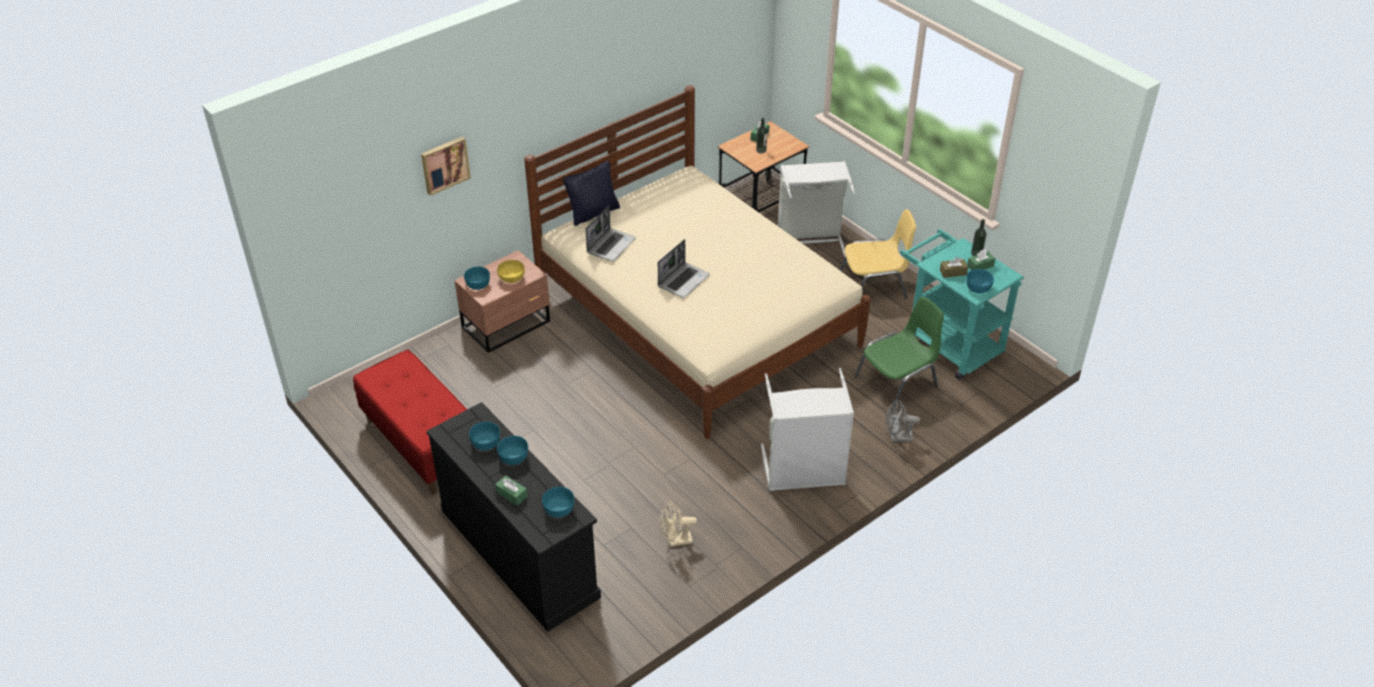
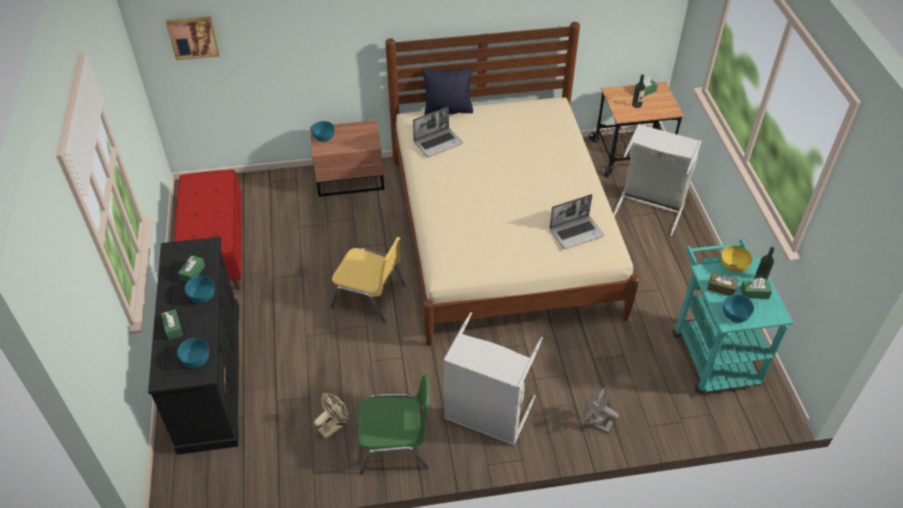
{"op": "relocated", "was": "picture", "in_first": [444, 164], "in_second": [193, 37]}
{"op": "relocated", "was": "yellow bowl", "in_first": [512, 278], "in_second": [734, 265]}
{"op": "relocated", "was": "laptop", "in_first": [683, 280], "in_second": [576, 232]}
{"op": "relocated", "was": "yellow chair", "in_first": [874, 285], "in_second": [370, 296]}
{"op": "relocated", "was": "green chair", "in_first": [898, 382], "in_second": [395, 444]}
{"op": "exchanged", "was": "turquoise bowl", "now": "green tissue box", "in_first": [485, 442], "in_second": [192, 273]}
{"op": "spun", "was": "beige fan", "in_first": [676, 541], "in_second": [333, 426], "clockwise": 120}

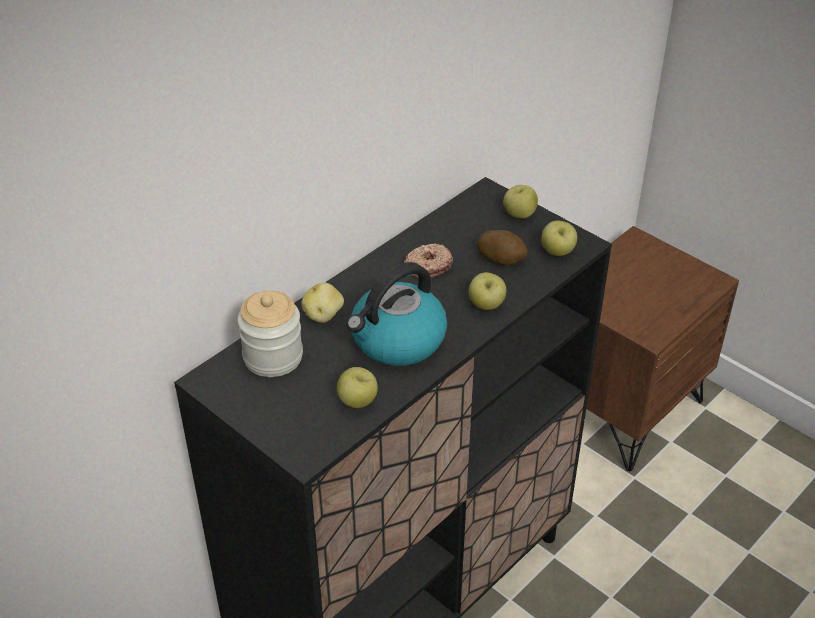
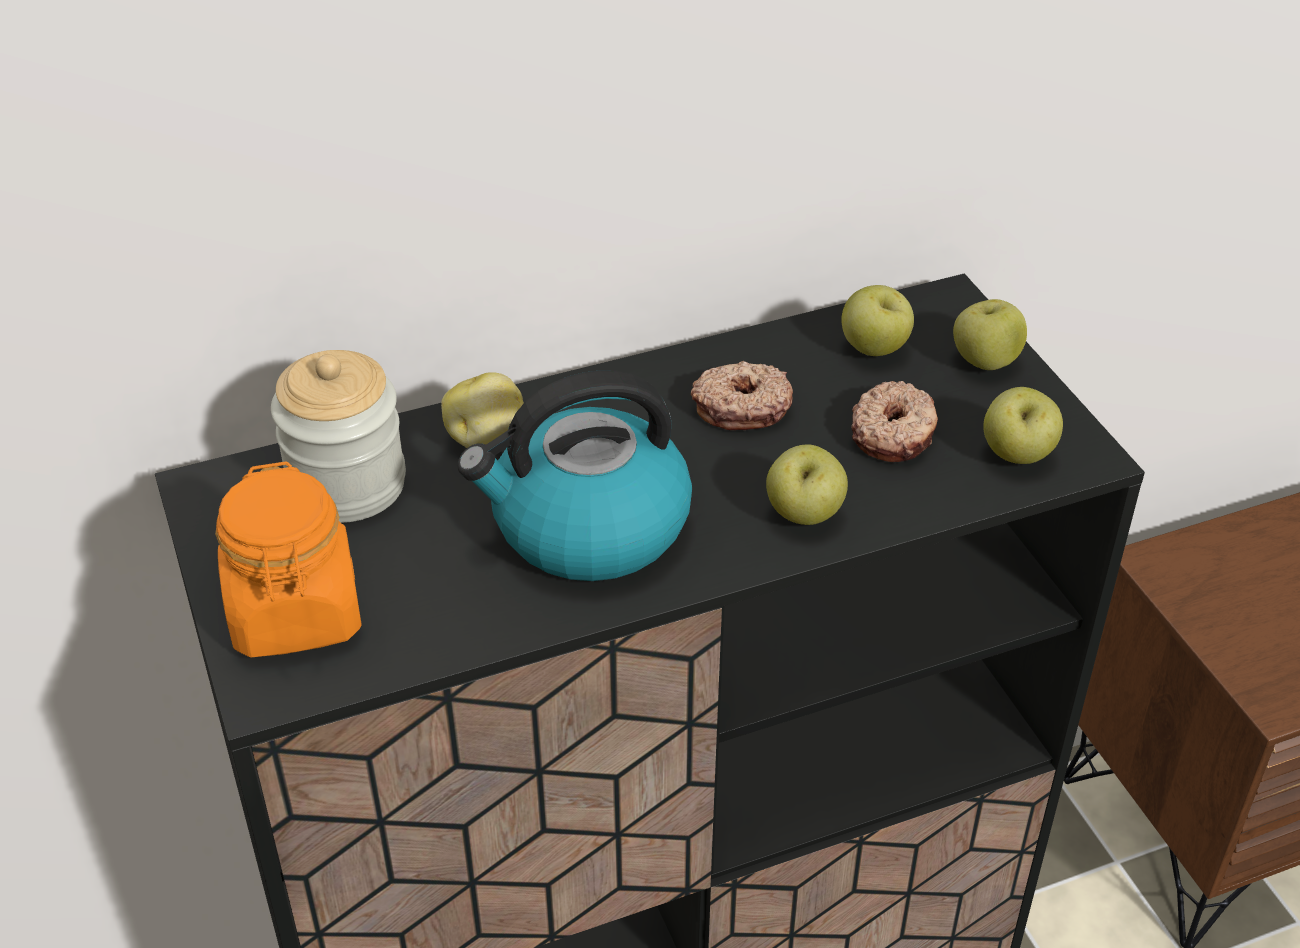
{"op": "appeared", "now": "orange jar", "in_second": [296, 613]}
{"op": "relocated", "was": "apple", "in_first": [357, 401], "in_second": [874, 349]}
{"op": "exchanged", "was": "potato", "now": "donut", "in_first": [501, 258], "in_second": [894, 434]}

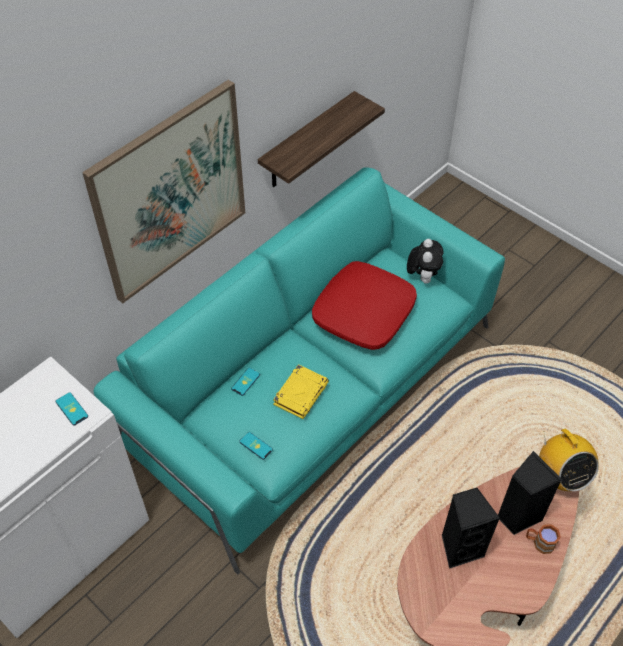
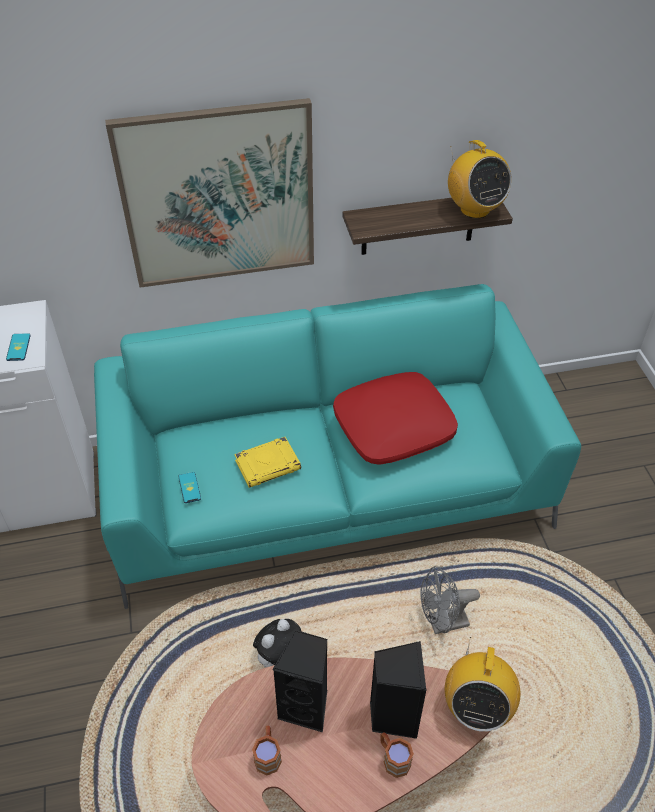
{"op": "missing", "was": "phone", "in_first": [245, 381]}
{"op": "appeared", "now": "brown mug", "in_second": [268, 754]}
{"op": "appeared", "now": "grey fan", "in_second": [442, 623]}
{"op": "appeared", "now": "radio", "in_second": [474, 209]}
{"op": "relocated", "was": "plush toy", "in_first": [422, 277], "in_second": [278, 656]}

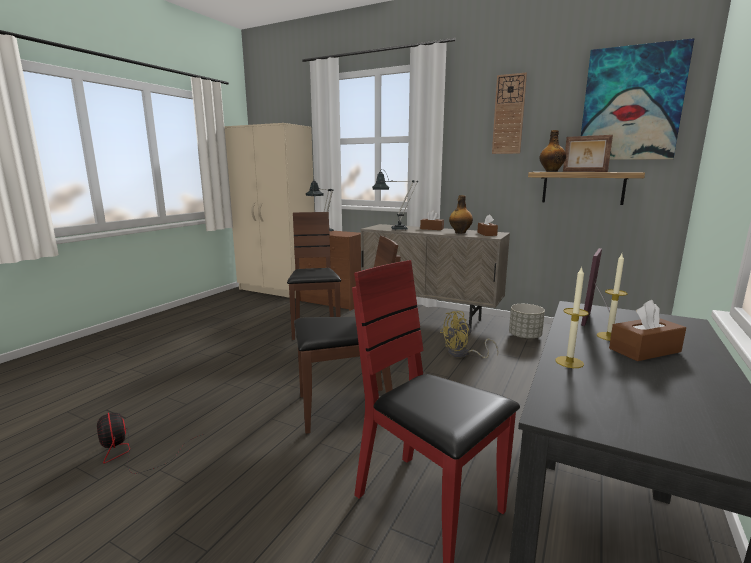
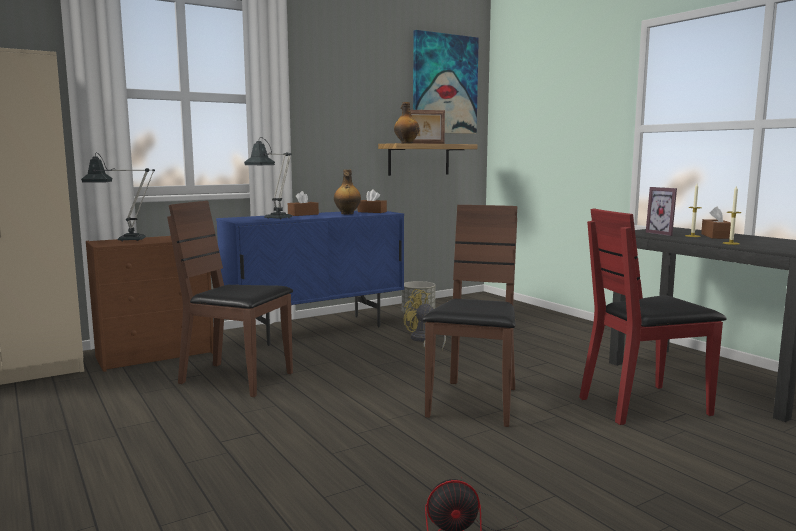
{"op": "missing", "was": "wall clock", "in_first": [509, 114]}
{"op": "colour", "was": "beige cabinet", "now": "blue cabinet", "in_first": [430, 319], "in_second": [316, 330]}
{"op": "spun", "was": "yellow fan", "in_first": [463, 354], "in_second": [422, 340], "clockwise": 120}

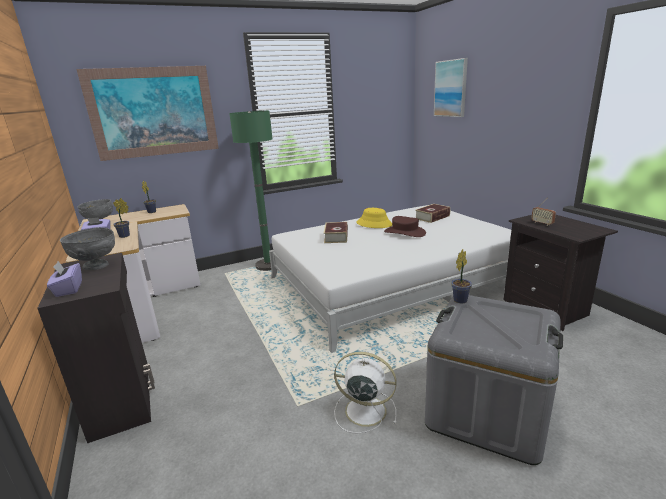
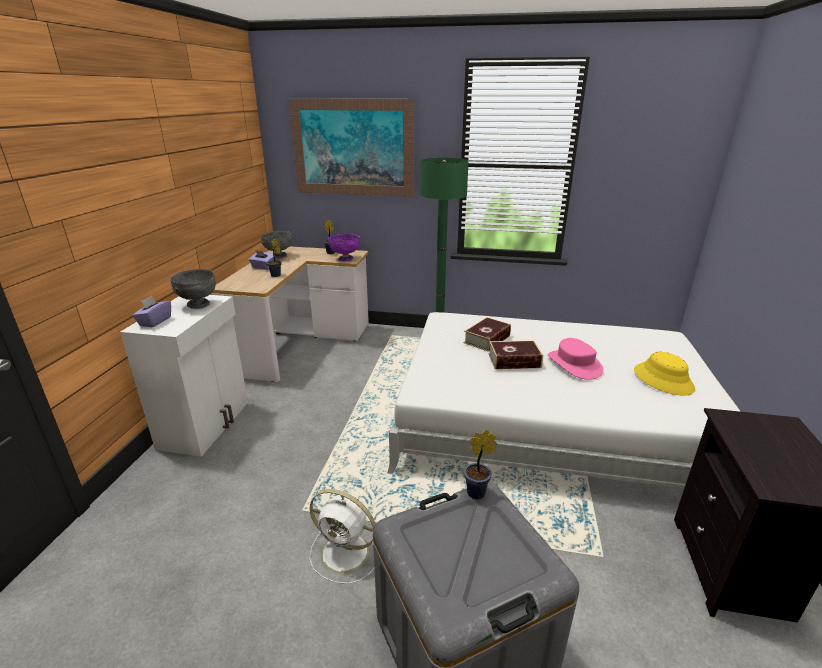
{"op": "missing", "was": "picture", "in_first": [450, 88]}
{"op": "missing", "was": "radio", "in_first": [542, 223]}
{"op": "appeared", "now": "purple bowl", "in_second": [345, 259]}
{"op": "relocated", "was": "yellow hat", "in_first": [374, 224], "in_second": [663, 379]}
{"op": "relocated", "was": "book", "in_first": [432, 217], "in_second": [514, 361]}
{"op": "colour", "was": "black cabinet", "now": "white cabinet", "in_first": [123, 397], "in_second": [206, 424]}
{"op": "colour", "was": "brown hat", "now": "pink hat", "in_first": [405, 232], "in_second": [574, 364]}
{"op": "spun", "was": "white fan", "in_first": [363, 410], "in_second": [347, 553], "clockwise": 150}

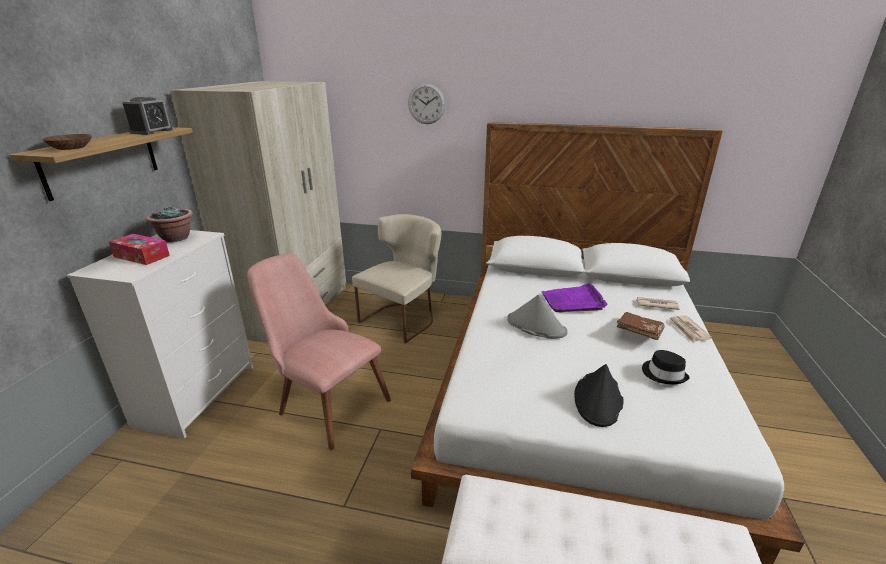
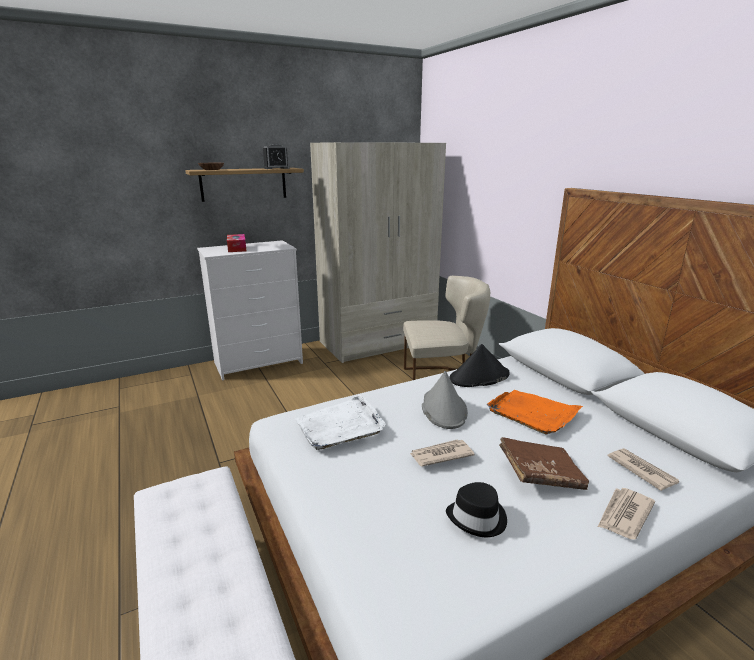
{"op": "missing", "was": "potted plant", "in_first": [175, 238]}
{"op": "missing", "was": "pink chair", "in_first": [325, 402]}
{"op": "missing", "was": "wall clock", "in_first": [426, 104]}
{"op": "appeared", "now": "white tray", "in_second": [340, 426]}
{"op": "appeared", "now": "newspaper", "in_second": [440, 455]}
{"op": "relocated", "was": "black hat", "in_first": [598, 399], "in_second": [479, 377]}
{"op": "colour", "was": "purple tray", "now": "orange tray", "in_first": [573, 301], "in_second": [533, 413]}

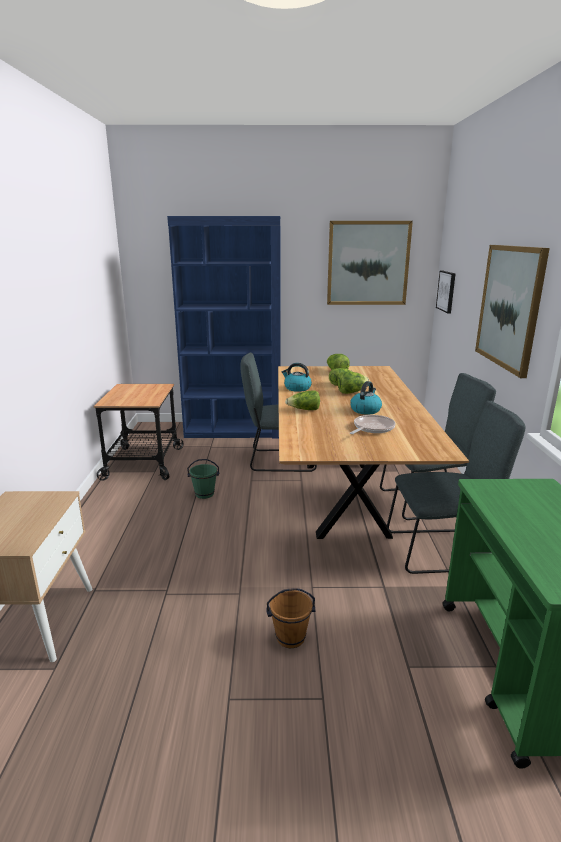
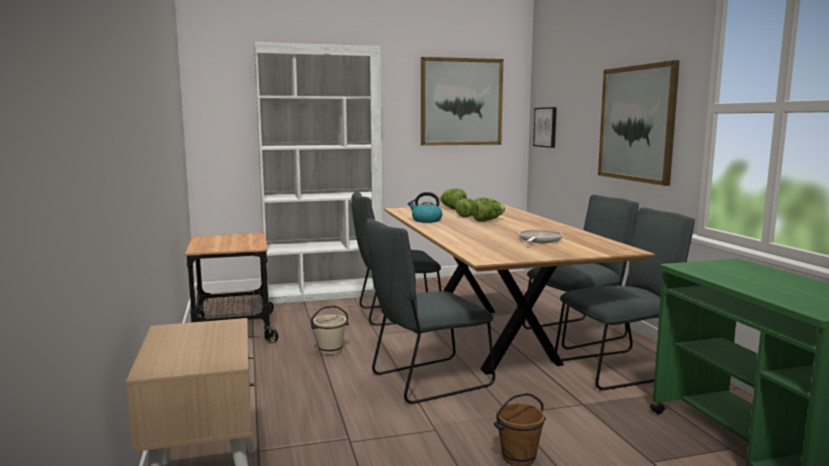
{"op": "missing", "was": "lettuce", "in_first": [304, 410]}
{"op": "missing", "was": "kettle", "in_first": [365, 410]}
{"op": "appeared", "now": "grey chair", "in_second": [426, 381]}
{"op": "colour", "was": "blue bookcase", "now": "white bookcase", "in_first": [234, 430], "in_second": [323, 293]}
{"op": "colour", "was": "green bucket", "now": "beige bucket", "in_first": [204, 494], "in_second": [330, 350]}

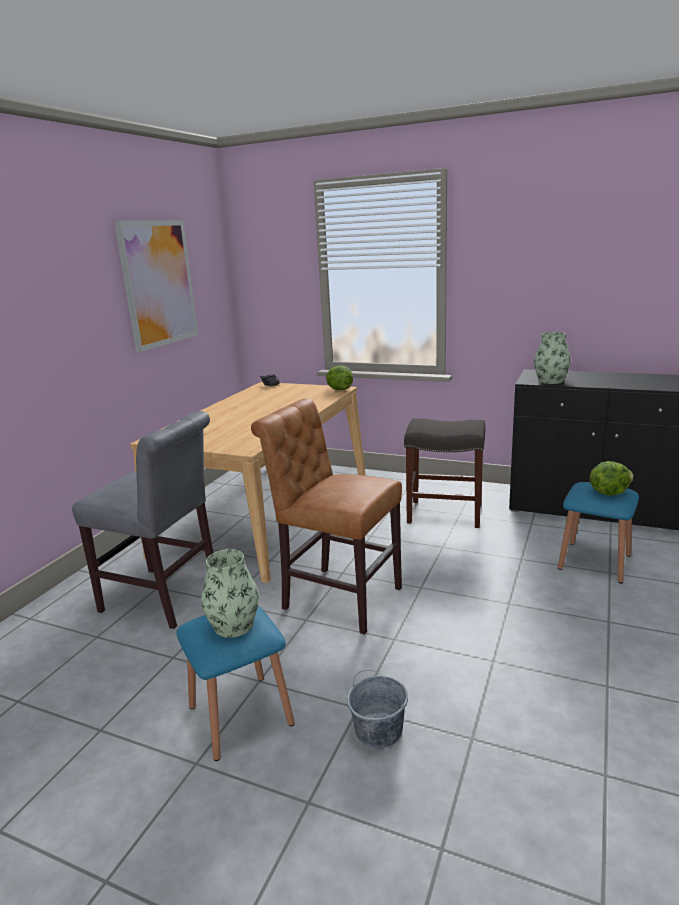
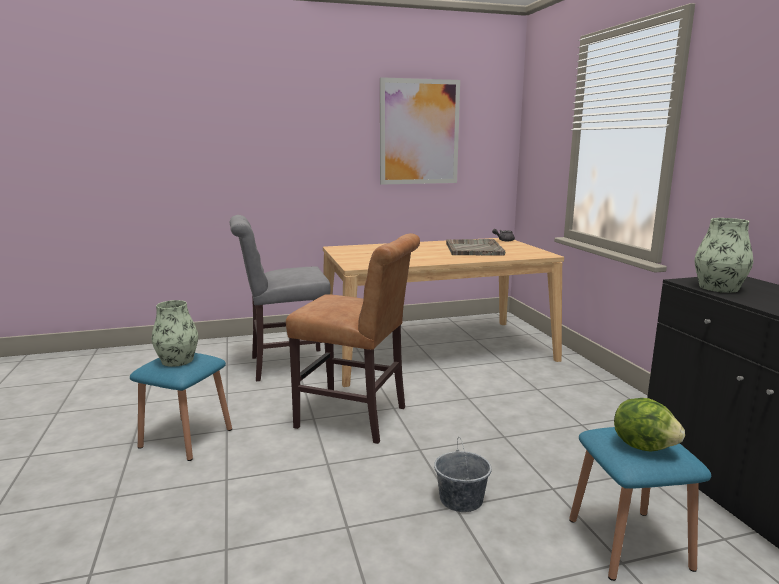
{"op": "missing", "was": "lettuce", "in_first": [339, 390]}
{"op": "missing", "was": "grey stool", "in_first": [446, 513]}
{"op": "appeared", "now": "grey tray", "in_second": [474, 249]}
{"op": "relocated", "was": "grey bucket", "in_first": [379, 730], "in_second": [461, 499]}
{"op": "spun", "was": "grey chair", "in_first": [166, 599], "in_second": [284, 365], "clockwise": 90}
{"op": "spun", "was": "brown chair", "in_first": [336, 597], "in_second": [357, 419], "clockwise": 120}

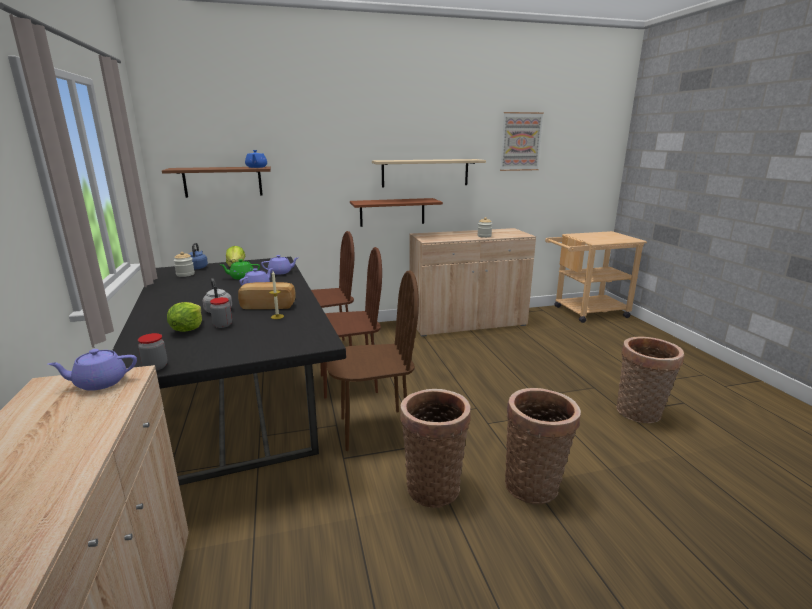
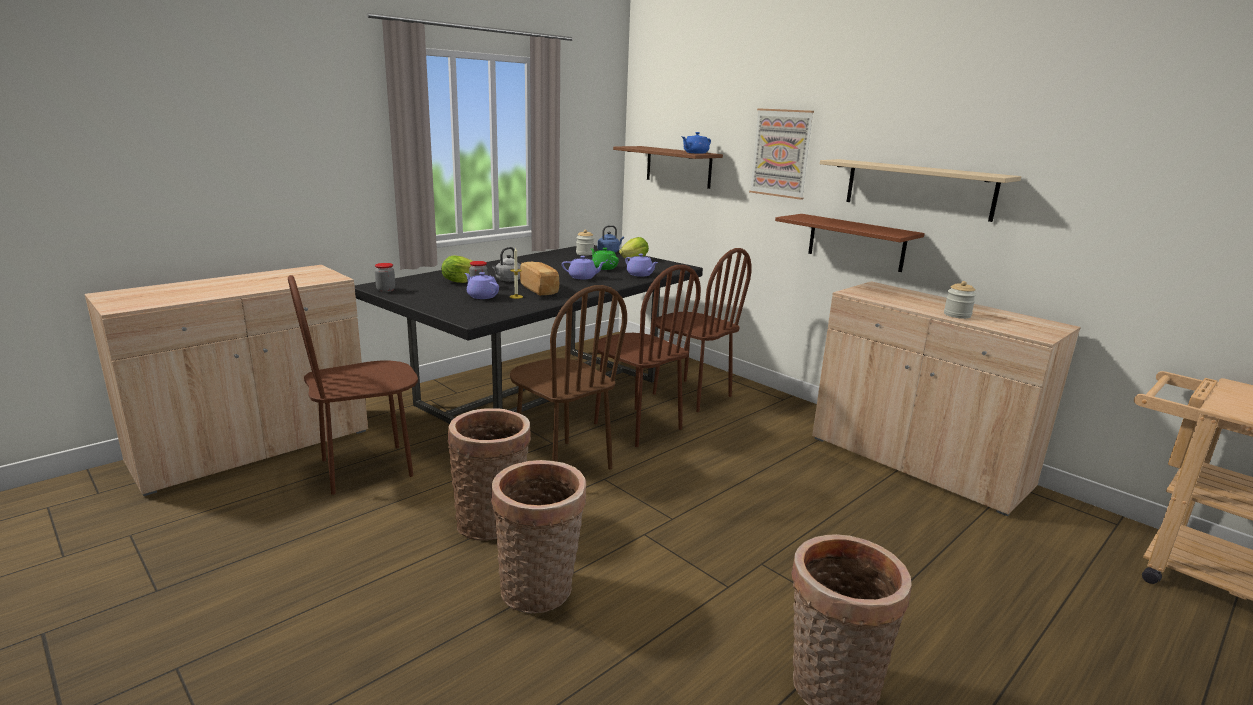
{"op": "appeared", "now": "brown chair", "in_second": [367, 468]}
{"op": "relocated", "was": "purple teapot", "in_first": [99, 383], "in_second": [482, 296]}
{"op": "relocated", "was": "picture", "in_first": [520, 141], "in_second": [781, 153]}

